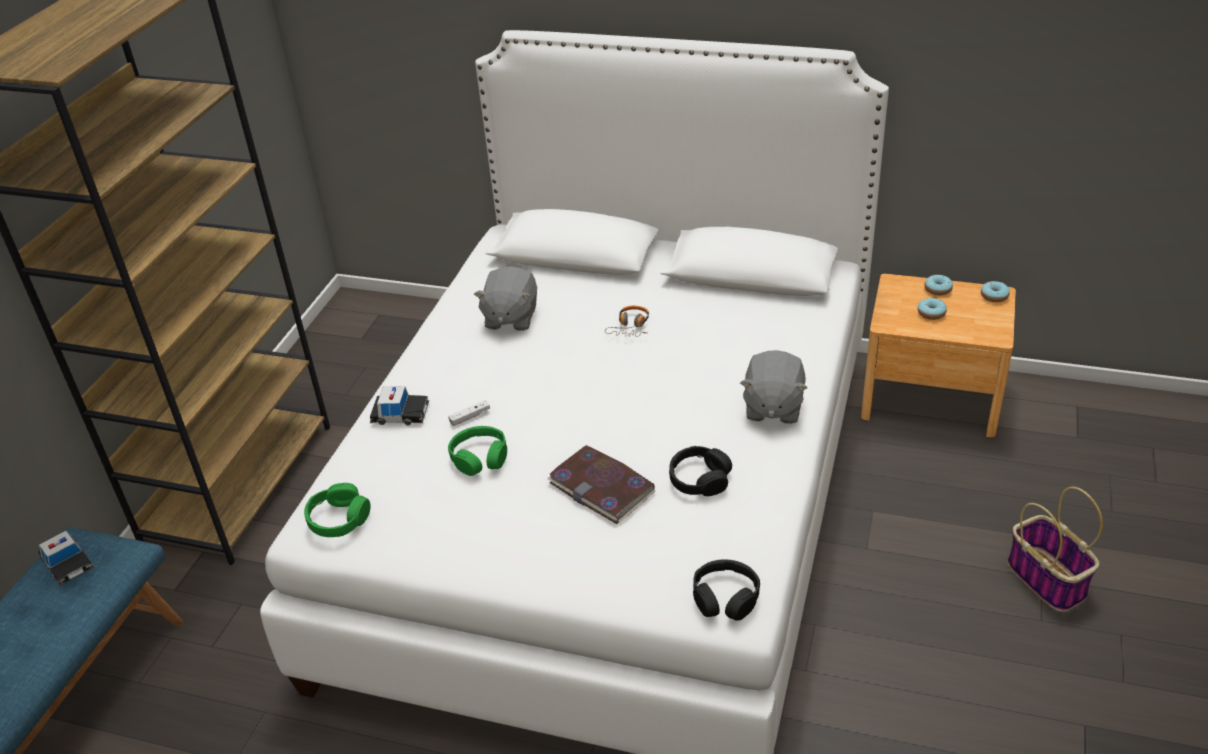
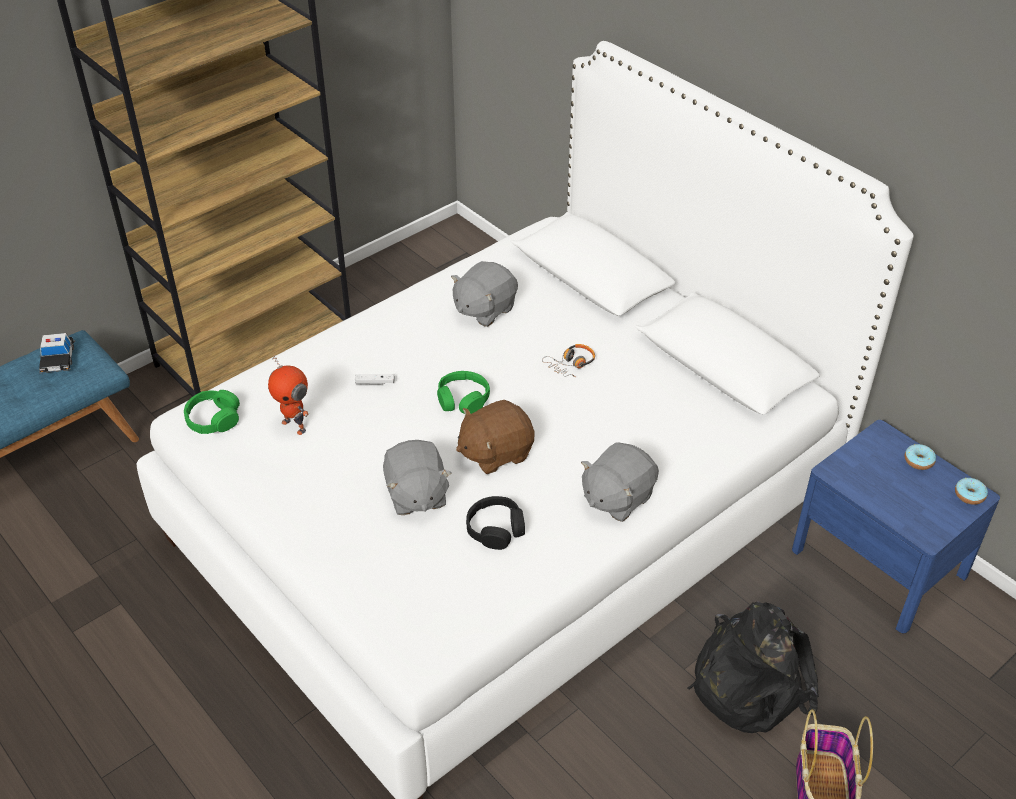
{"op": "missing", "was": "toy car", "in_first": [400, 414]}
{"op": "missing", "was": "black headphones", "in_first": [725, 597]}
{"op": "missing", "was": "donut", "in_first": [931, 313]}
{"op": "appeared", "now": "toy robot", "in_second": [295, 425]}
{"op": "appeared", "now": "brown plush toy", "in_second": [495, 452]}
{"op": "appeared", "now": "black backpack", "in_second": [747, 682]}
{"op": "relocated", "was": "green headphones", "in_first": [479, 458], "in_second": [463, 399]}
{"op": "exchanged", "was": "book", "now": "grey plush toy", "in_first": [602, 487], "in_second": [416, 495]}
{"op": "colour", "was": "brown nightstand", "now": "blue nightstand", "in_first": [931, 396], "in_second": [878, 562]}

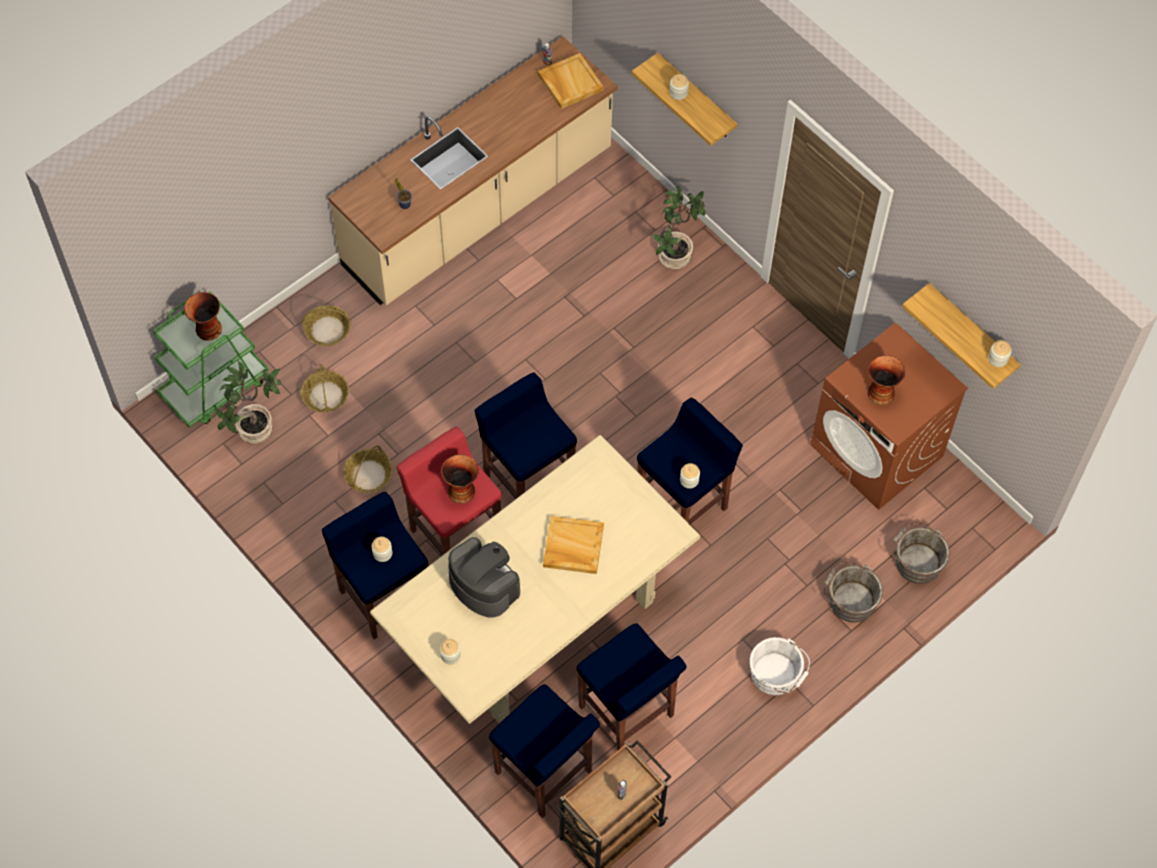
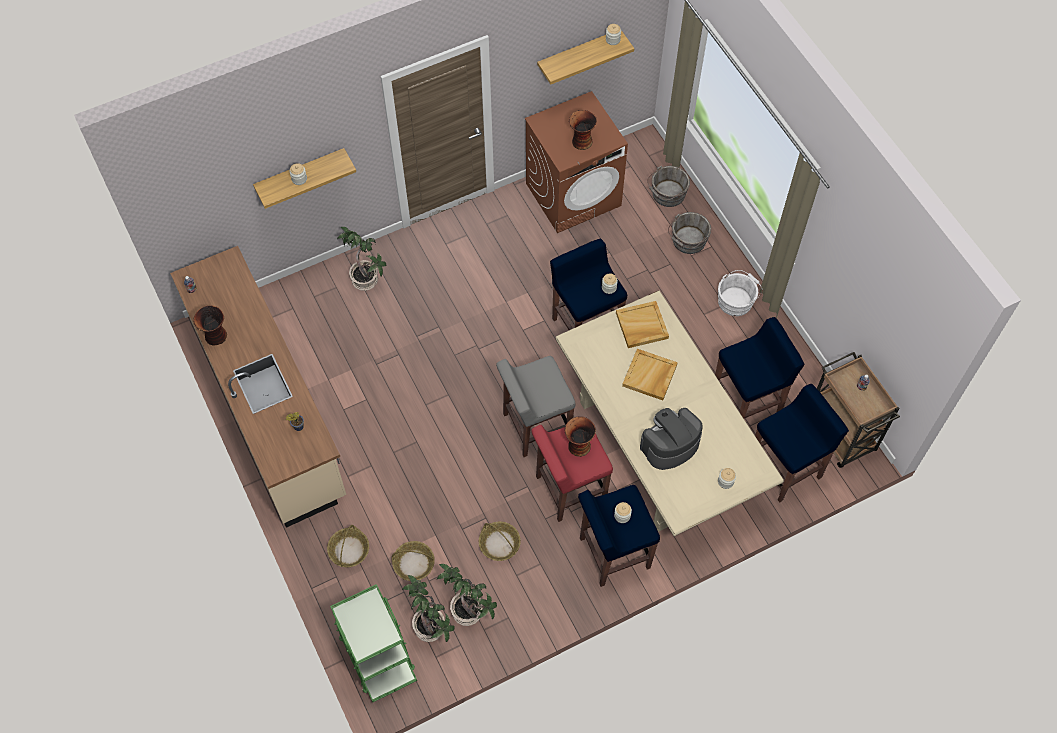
{"op": "appeared", "now": "potted plant", "in_second": [468, 611]}
{"op": "relocated", "was": "vase", "in_first": [208, 330], "in_second": [216, 336]}
{"op": "relocated", "was": "beige tray", "in_first": [569, 82], "in_second": [641, 326]}
{"op": "colour", "was": "blue stool", "now": "grey stool", "in_first": [527, 479], "in_second": [535, 426]}

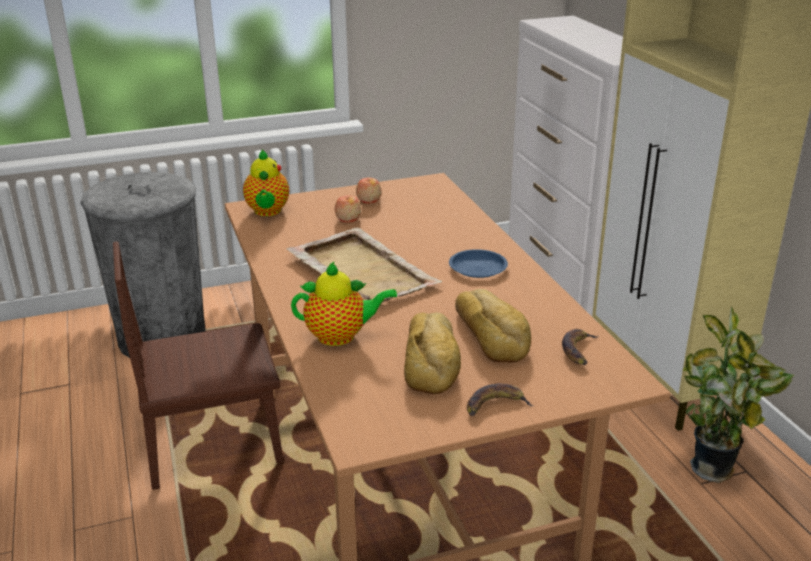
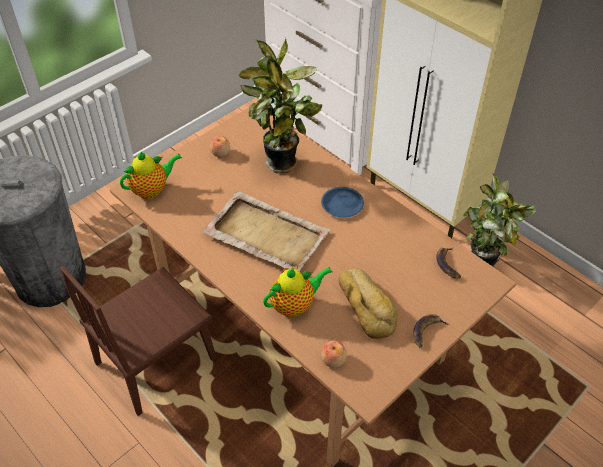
{"op": "missing", "was": "bread", "in_first": [492, 333]}
{"op": "appeared", "now": "potted plant", "in_second": [283, 166]}
{"op": "relocated", "was": "apple", "in_first": [348, 219], "in_second": [333, 359]}
{"op": "spun", "was": "teapot", "in_first": [267, 212], "in_second": [152, 190], "clockwise": -90}

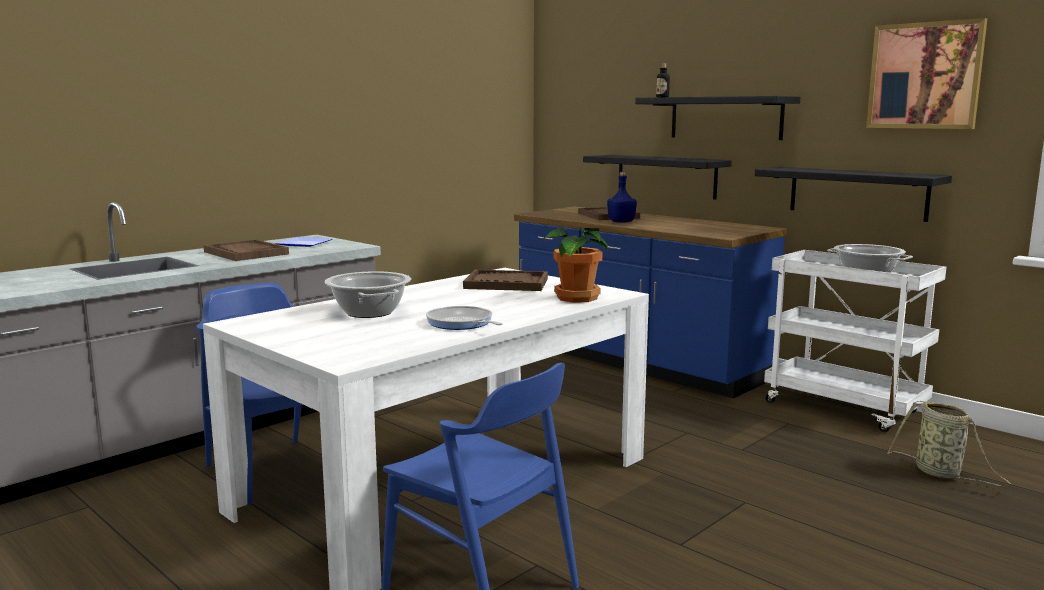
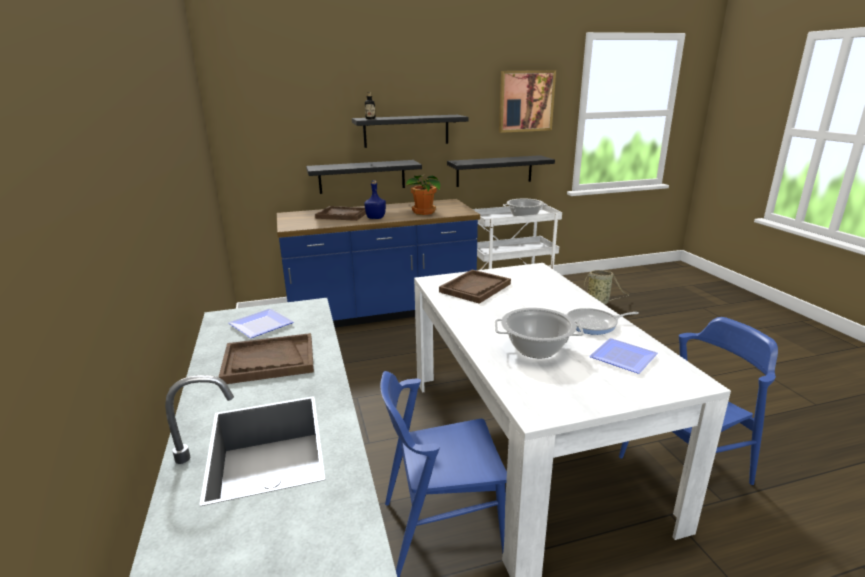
{"op": "appeared", "now": "plate", "in_second": [624, 359]}
{"op": "relocated", "was": "potted plant", "in_first": [575, 298], "in_second": [424, 212]}

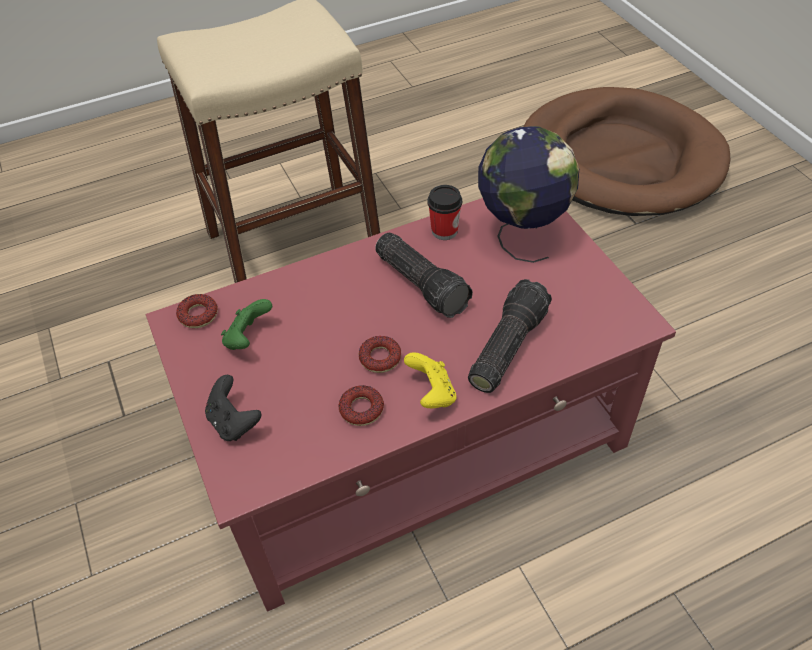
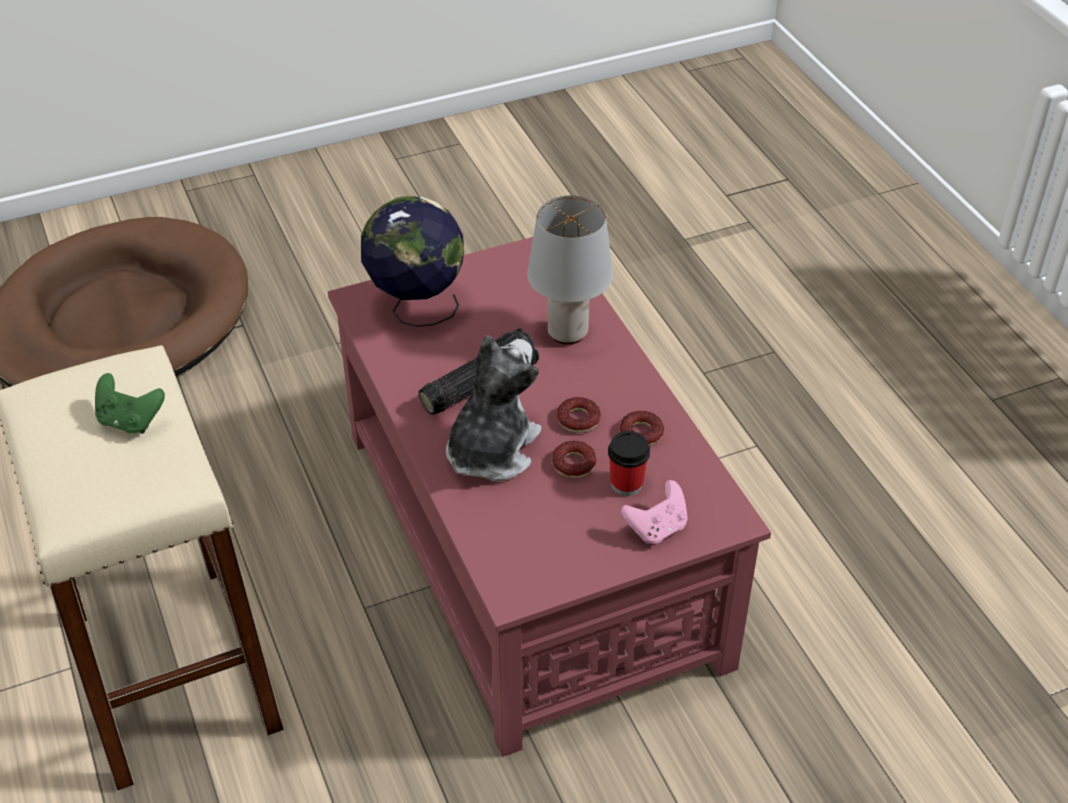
{"op": "missing", "was": "yellow game controller", "in_first": [432, 394]}
{"op": "appeared", "now": "plush toy", "in_second": [491, 450]}
{"op": "relocated", "was": "donut", "in_first": [198, 315], "in_second": [573, 464]}
{"op": "relocated", "was": "green game controller", "in_first": [248, 338], "in_second": [130, 421]}
{"op": "relocated", "was": "cup", "in_first": [444, 231], "in_second": [626, 484]}
{"op": "exchanged", "was": "flashlight", "now": "grey table lamp", "in_first": [505, 346], "in_second": [568, 333]}
{"op": "colour", "was": "black game controller", "now": "pink game controller", "in_first": [234, 422], "in_second": [656, 528]}

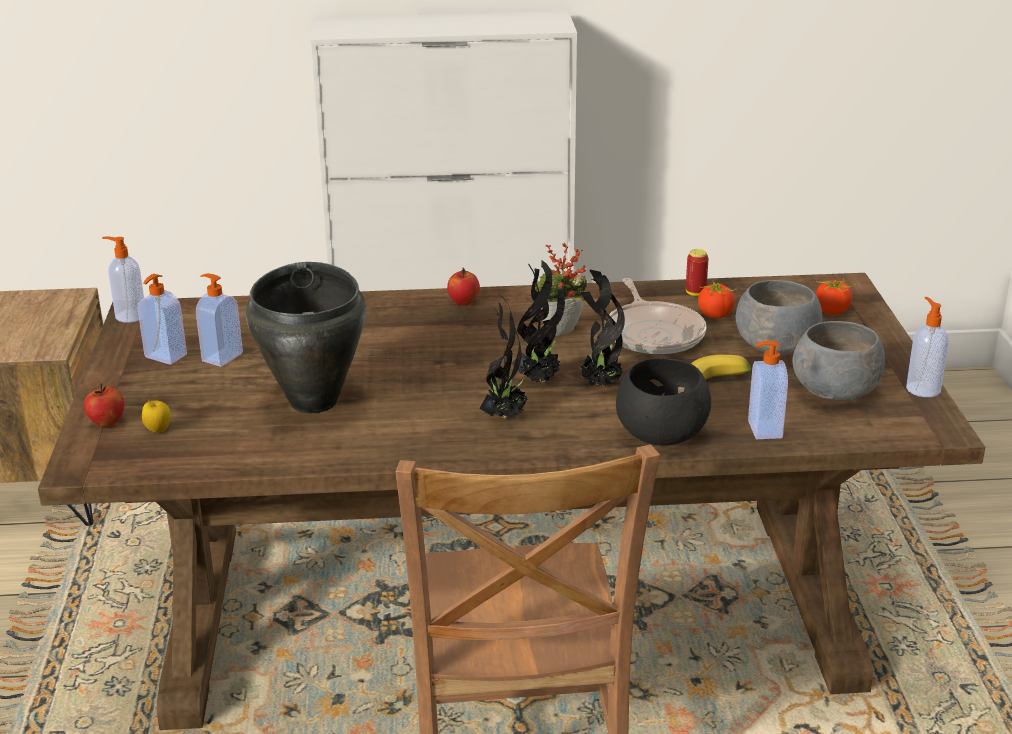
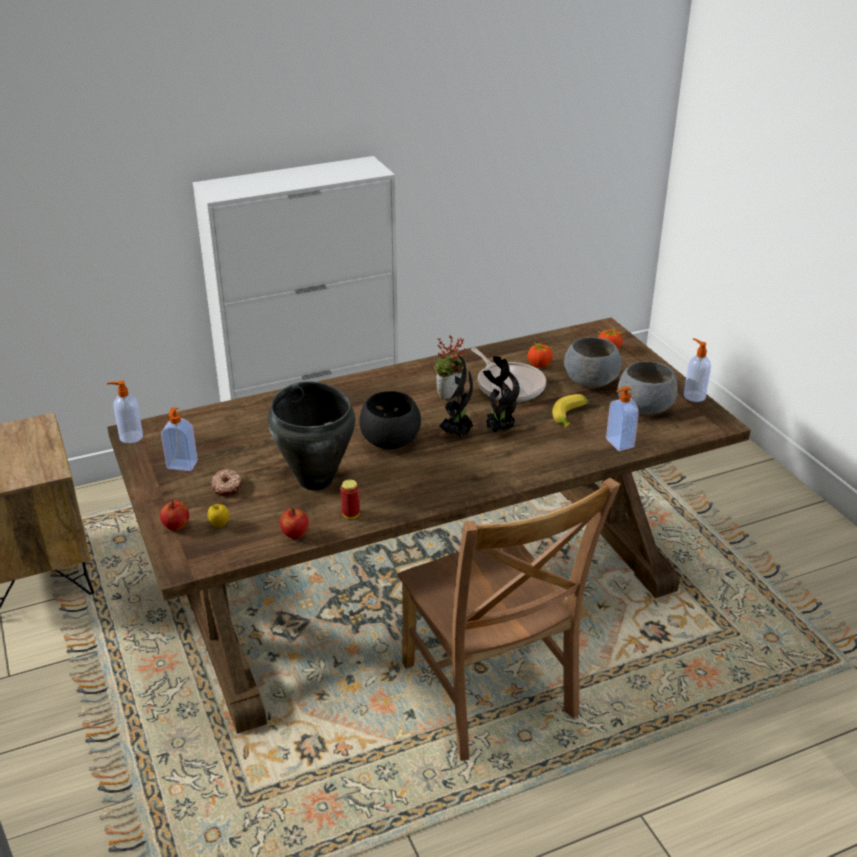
{"op": "missing", "was": "soap dispenser", "in_first": [221, 357]}
{"op": "missing", "was": "potted plant", "in_first": [505, 416]}
{"op": "appeared", "now": "donut", "in_second": [227, 487]}
{"op": "relocated", "was": "apple", "in_first": [463, 302], "in_second": [295, 534]}
{"op": "relocated", "was": "black bowl", "in_first": [660, 435], "in_second": [389, 441]}
{"op": "relocated", "was": "can", "in_first": [695, 293], "in_second": [351, 515]}

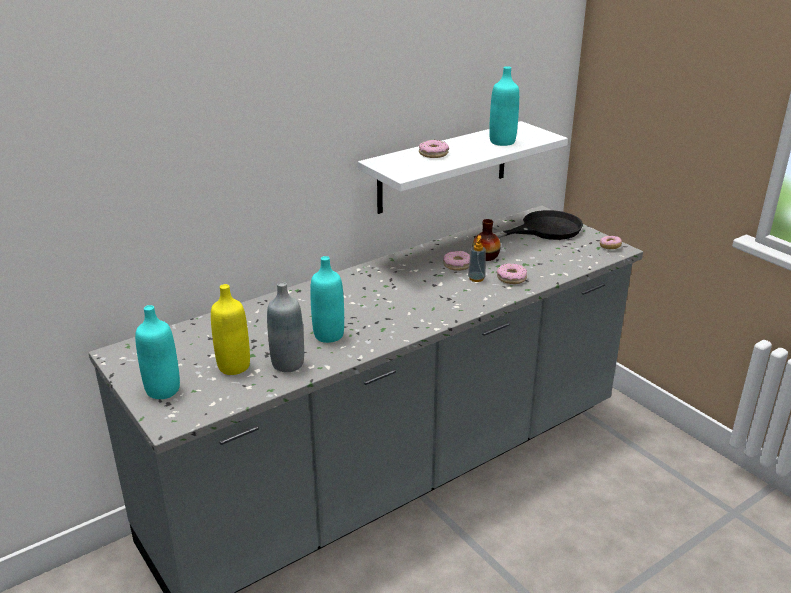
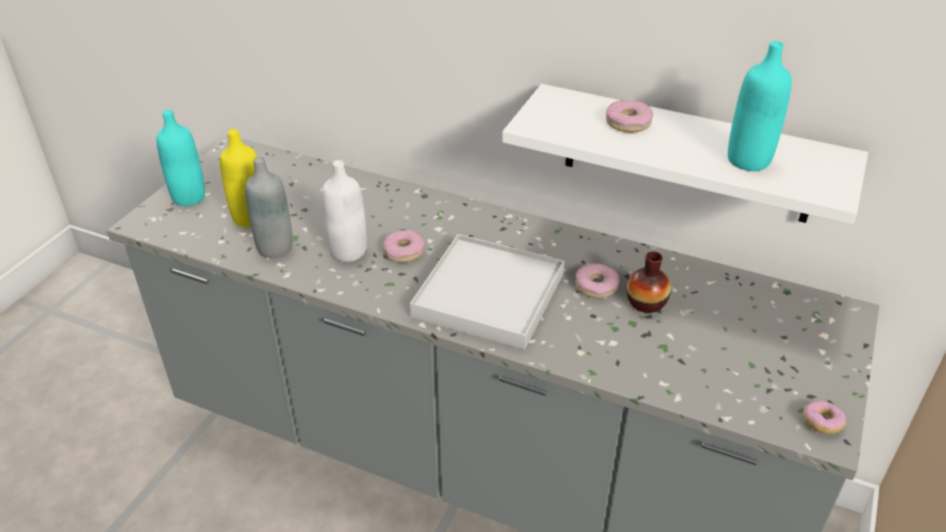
{"op": "missing", "was": "soap dispenser", "in_first": [476, 278]}
{"op": "missing", "was": "black frying pan", "in_first": [541, 230]}
{"op": "appeared", "now": "white tray", "in_second": [489, 295]}
{"op": "relocated", "was": "donut", "in_first": [511, 278], "in_second": [404, 252]}
{"op": "colour", "was": "turquoise bottle", "now": "white bottle", "in_first": [328, 335], "in_second": [348, 251]}

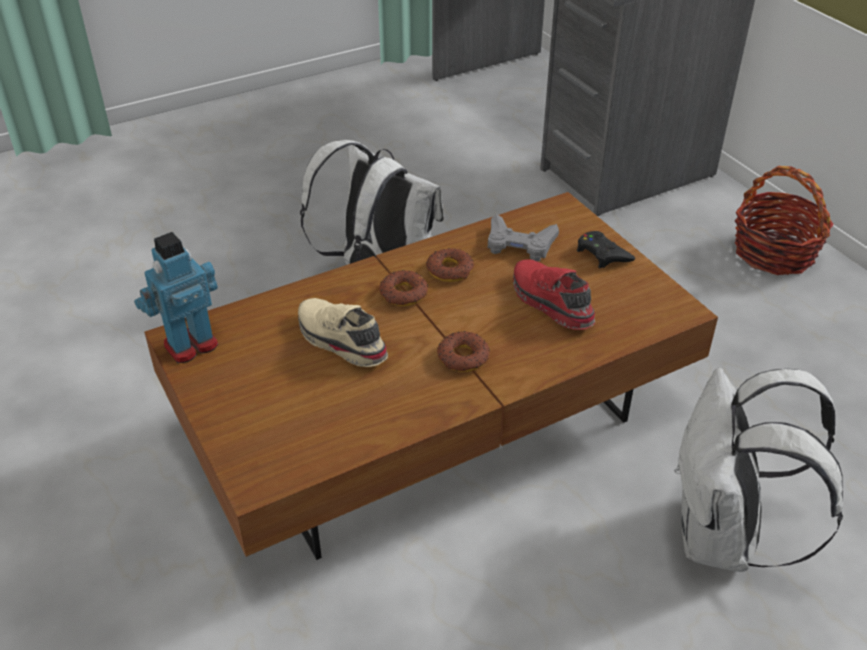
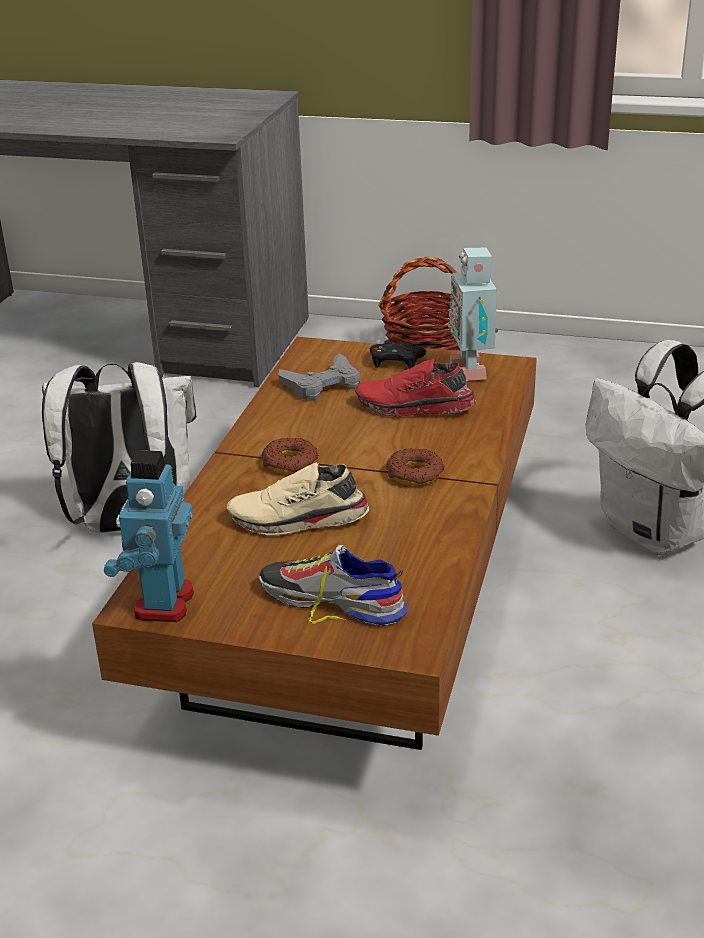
{"op": "missing", "was": "donut", "in_first": [450, 270]}
{"op": "appeared", "now": "shoe", "in_second": [332, 601]}
{"op": "appeared", "now": "toy robot", "in_second": [471, 371]}

